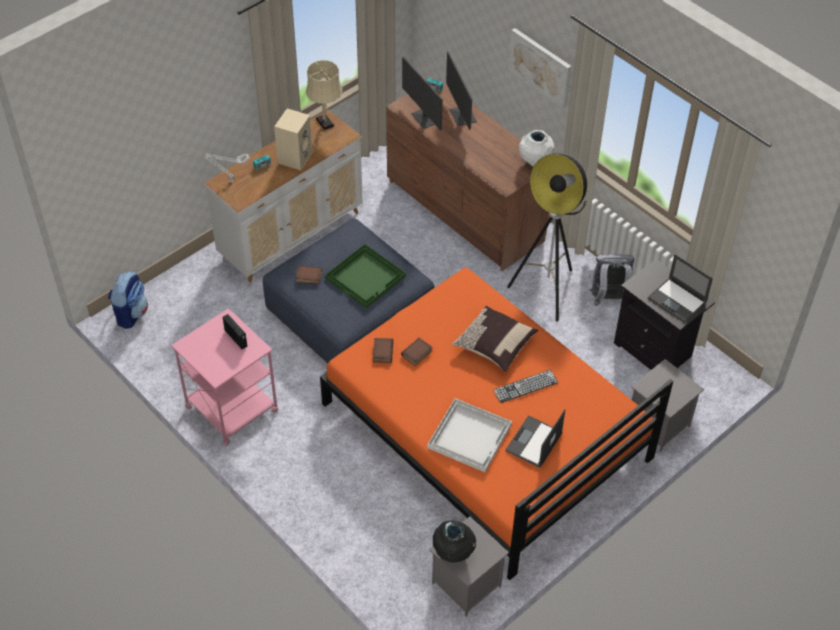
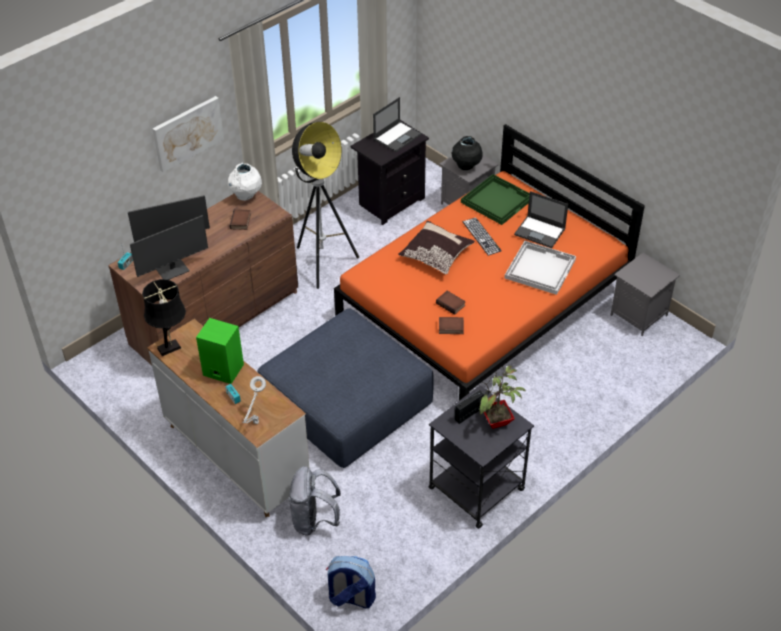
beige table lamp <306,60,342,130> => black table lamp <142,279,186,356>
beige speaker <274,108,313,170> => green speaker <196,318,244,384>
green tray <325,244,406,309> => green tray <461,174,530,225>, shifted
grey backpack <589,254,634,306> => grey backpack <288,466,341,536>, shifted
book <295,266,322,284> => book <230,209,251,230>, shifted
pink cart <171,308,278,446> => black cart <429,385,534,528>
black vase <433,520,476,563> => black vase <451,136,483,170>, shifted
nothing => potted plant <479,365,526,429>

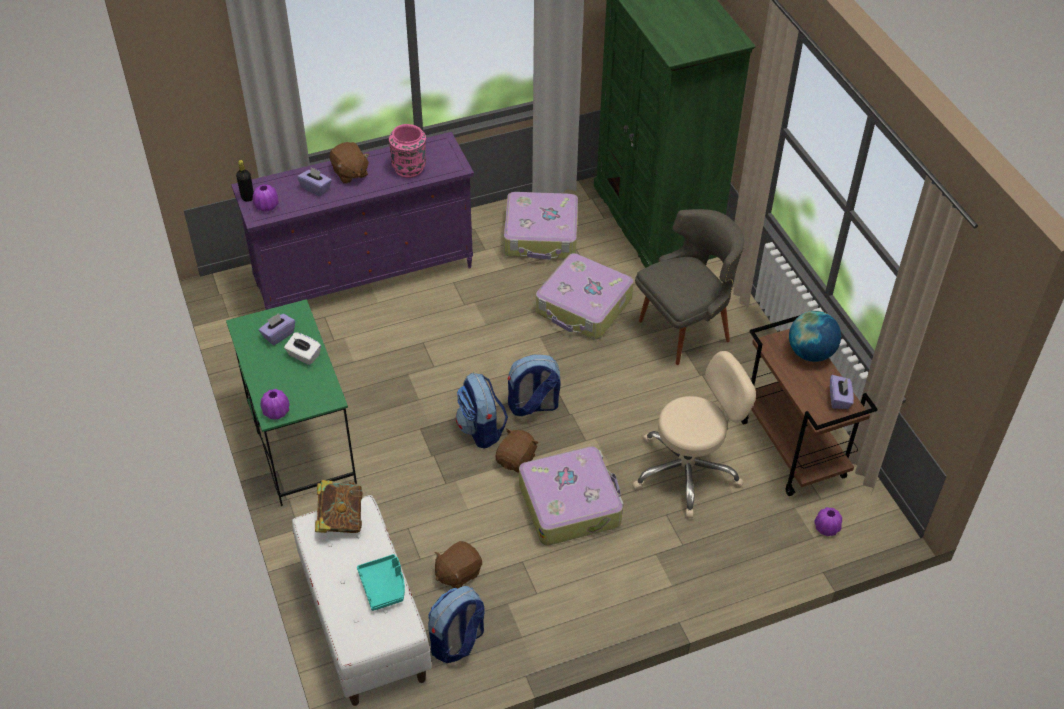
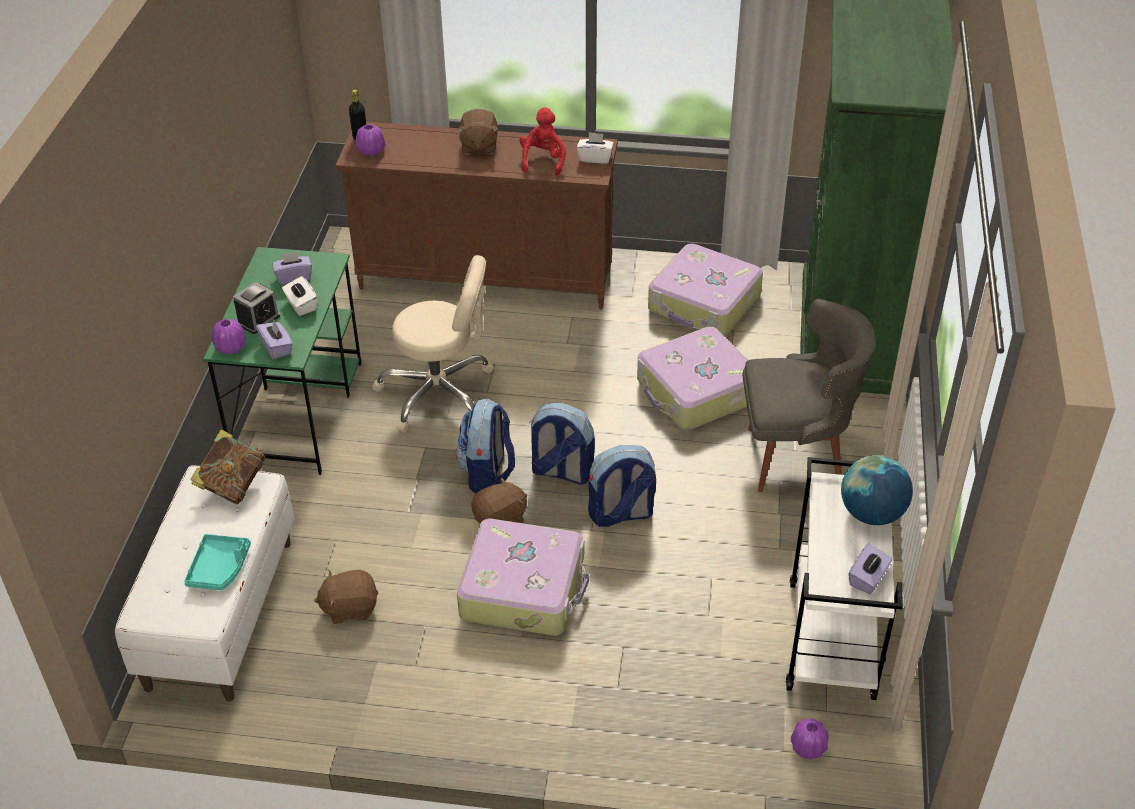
pink vase <389,124,426,178> => red plush toy <519,107,566,175>
purple dresser <231,132,474,310> => brown dresser <335,122,618,309>
purple tissue box <297,167,332,196> => purple tissue box <256,321,293,360>, shifted
brown cart <741,315,878,496> => white cart <786,457,903,700>
beige office chair <632,351,756,518> => beige office chair <372,255,494,433>, shifted
backpack <428,586,485,663> => backpack <588,445,656,527>, shifted
nothing => white tissue box <577,132,614,164>
nothing => alarm clock <233,282,280,334>

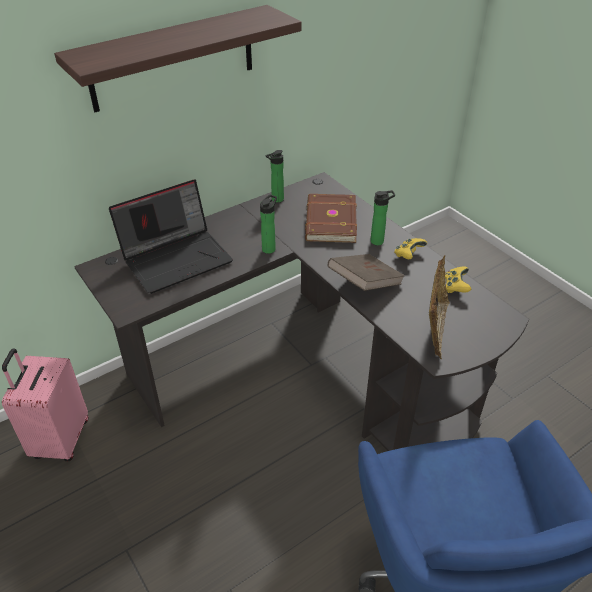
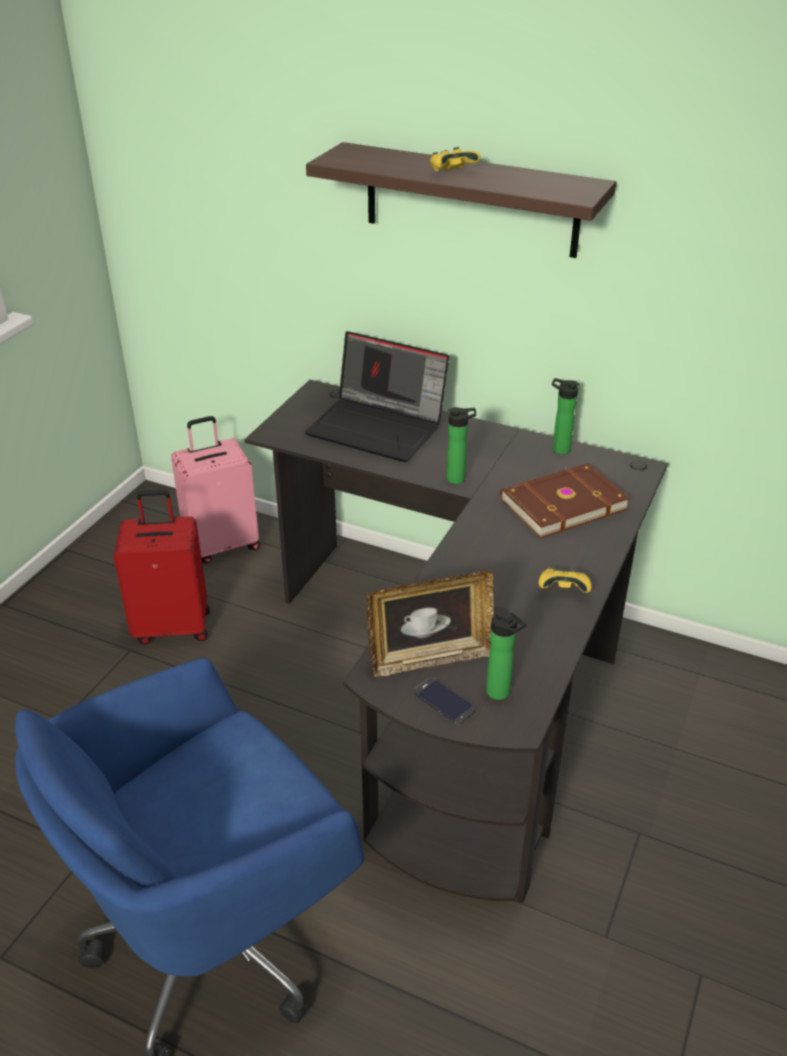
bottle <370,190,395,245> => bottle <486,607,526,700>, shifted
brown book <328,254,405,291> => nothing
yellow game controller <445,266,471,293> => yellow game controller <430,147,481,172>, shifted
nothing => red suitcase <114,490,210,644>
nothing => phone <414,678,476,724>

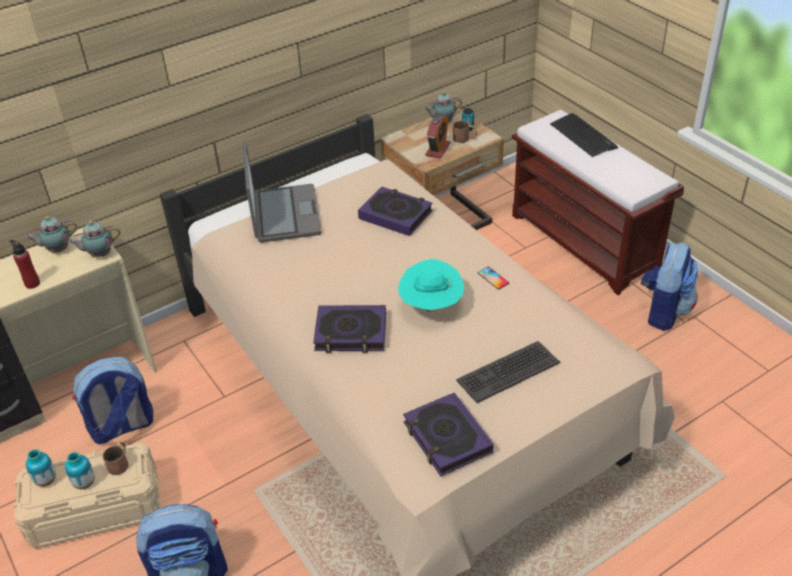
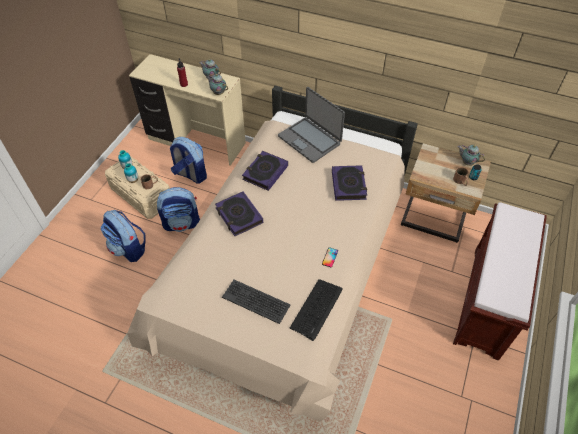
keyboard <550,113,618,157> => keyboard <290,279,343,341>, shifted
alarm clock <426,114,451,159> => nothing
laptop <243,140,322,243> => laptop <278,87,345,163>, 90 degrees clockwise
backpack <641,242,698,331> => backpack <157,187,200,232>, shifted
turquoise hat <398,259,464,311> => nothing
book <403,392,494,476> => book <242,151,288,191>, shifted

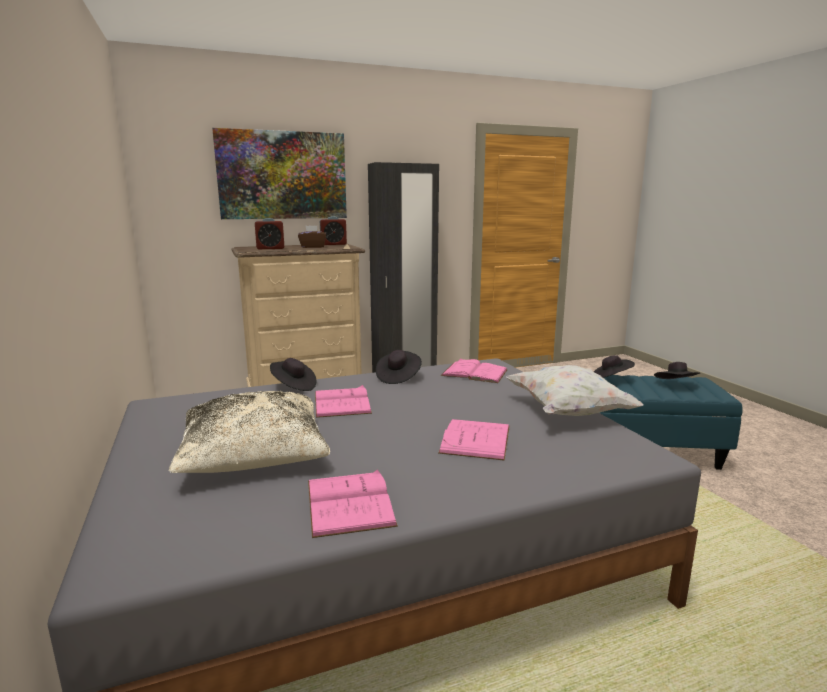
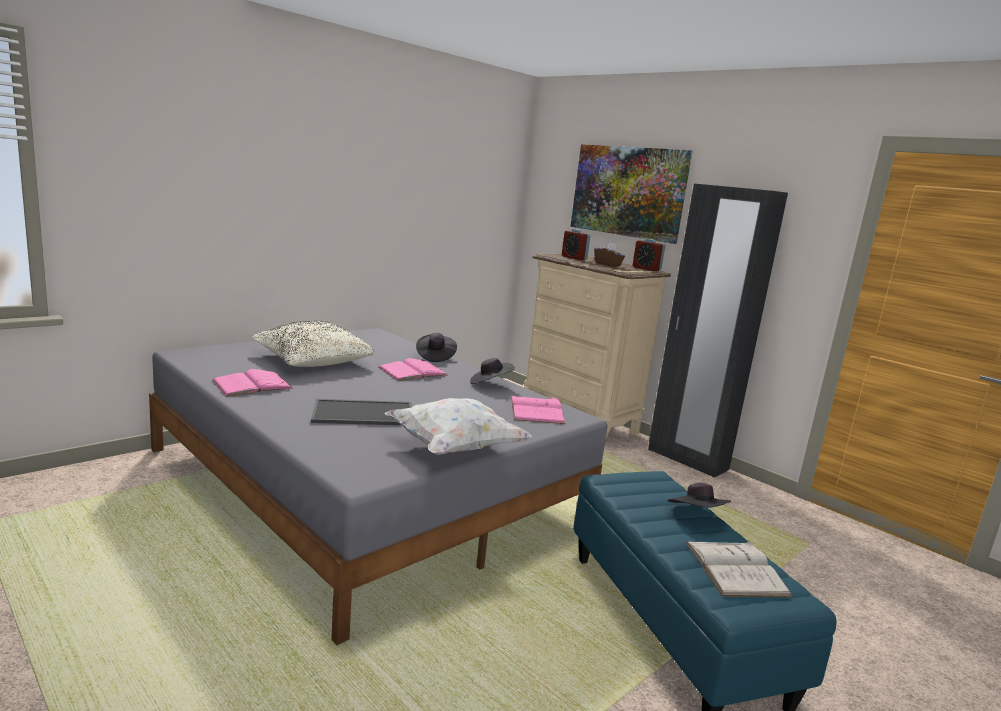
black hat <654,362,700,379> => white book <685,541,792,597>
pink book <438,419,510,461> => tray <311,399,412,425>

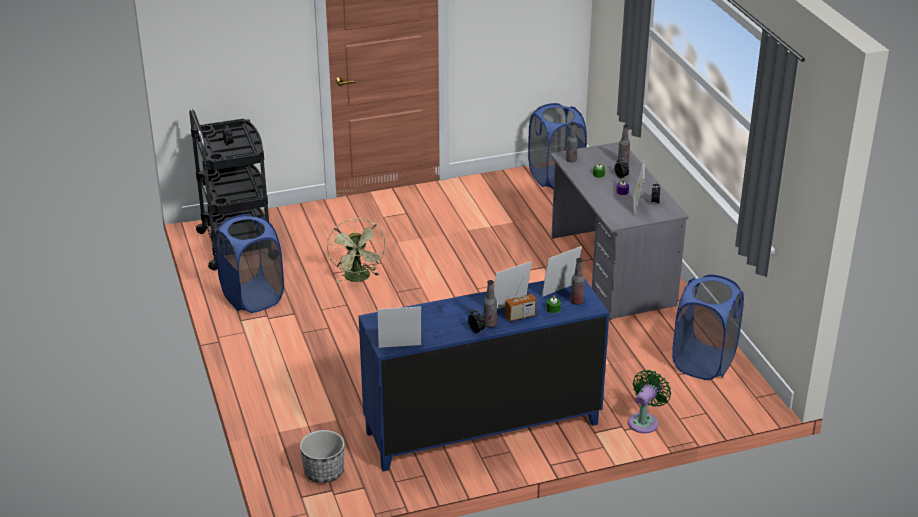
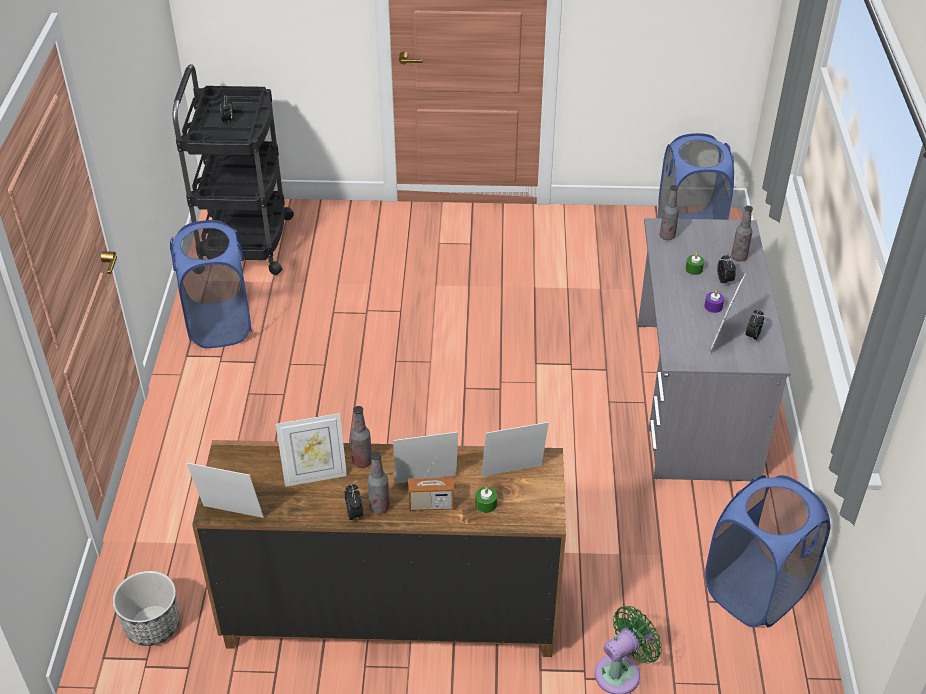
green fan <327,218,386,283> => nothing
bottle <571,258,585,305> => bottle <350,406,372,468>, shifted
blue dresser <359,279,609,472> => brown dresser <192,440,566,657>
nothing => picture frame <276,413,347,487>

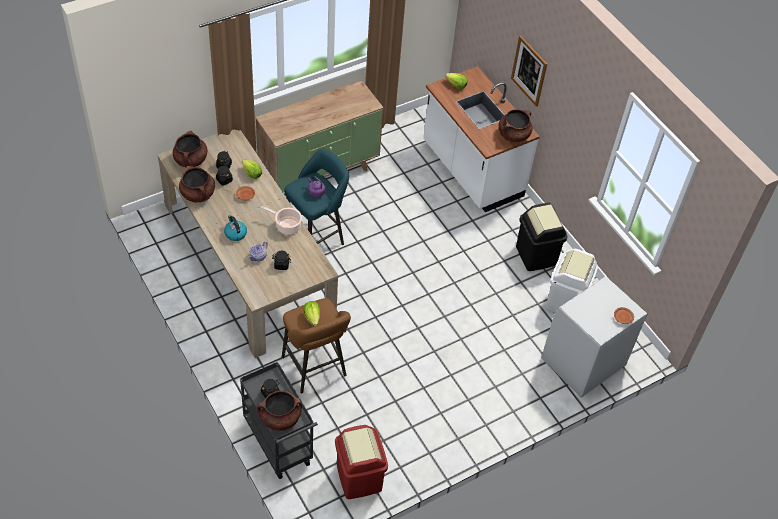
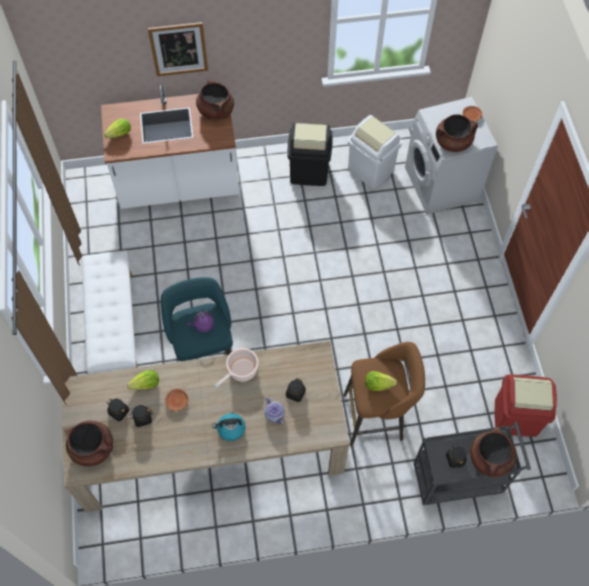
dresser <256,80,384,198> => white bench <82,250,138,374>
brown cooking pot <179,166,215,202> => brown cooking pot <436,114,478,152>, shifted

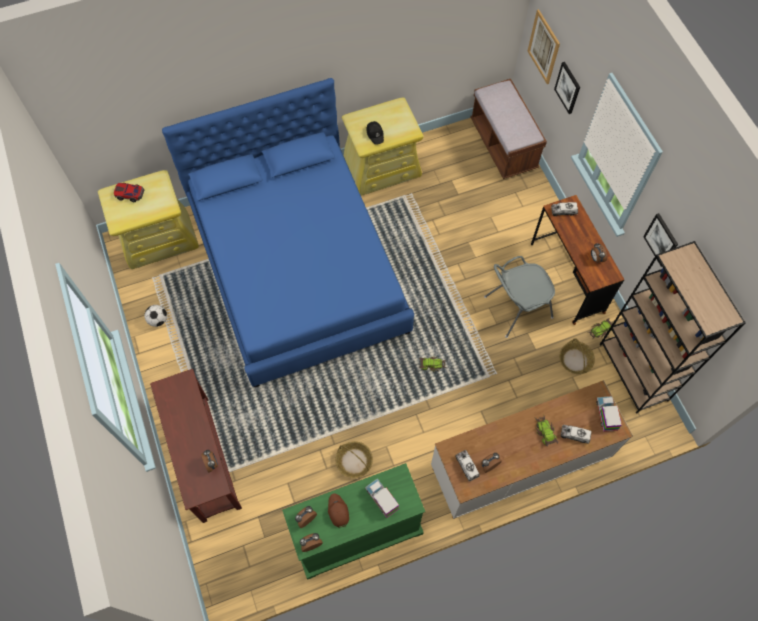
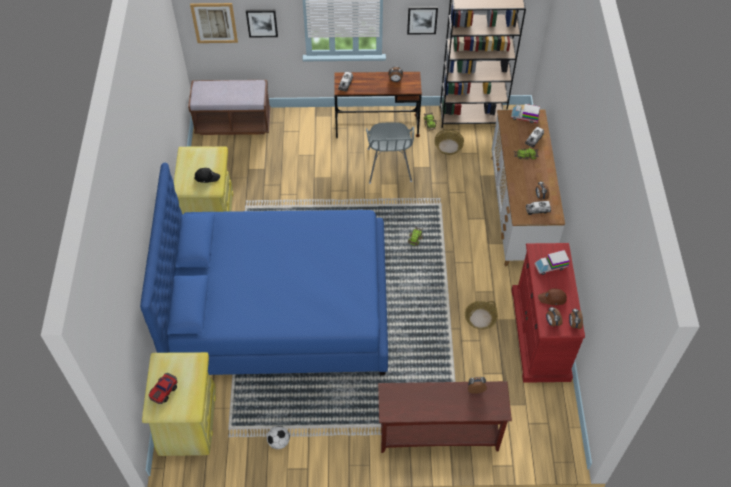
green dresser <282,463,425,580> => red dresser <512,243,585,383>

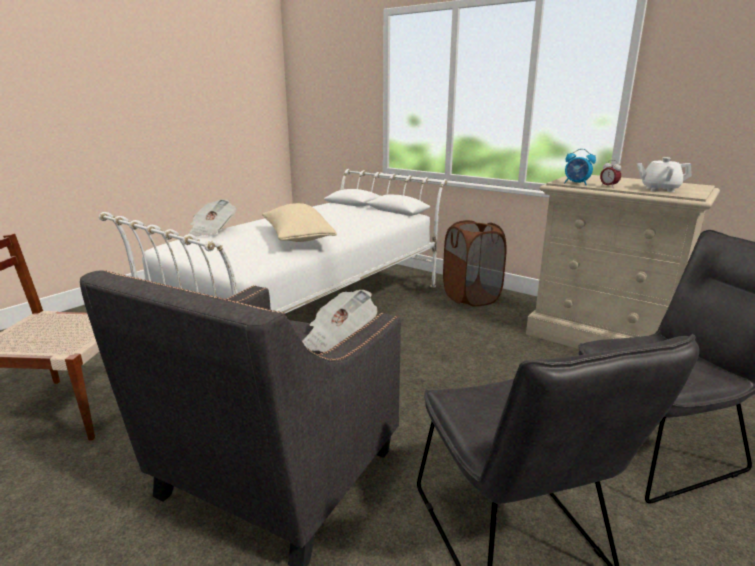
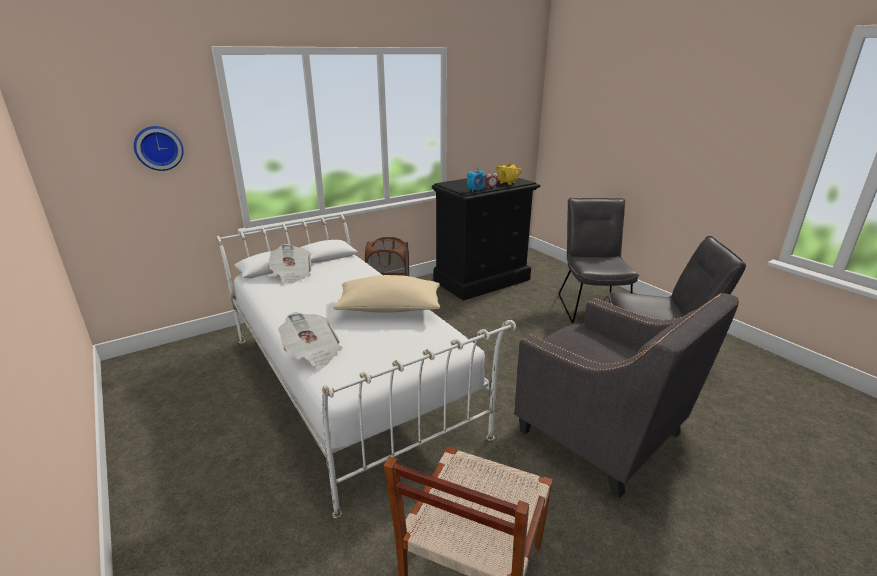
white teapot <637,157,692,192> => yellow teapot <495,163,522,185>
beige dresser <526,175,720,349> => black dresser <432,174,540,301>
newspaper <302,290,378,352> => newspaper <268,244,311,284>, shifted
nothing => wall clock <134,126,183,171>

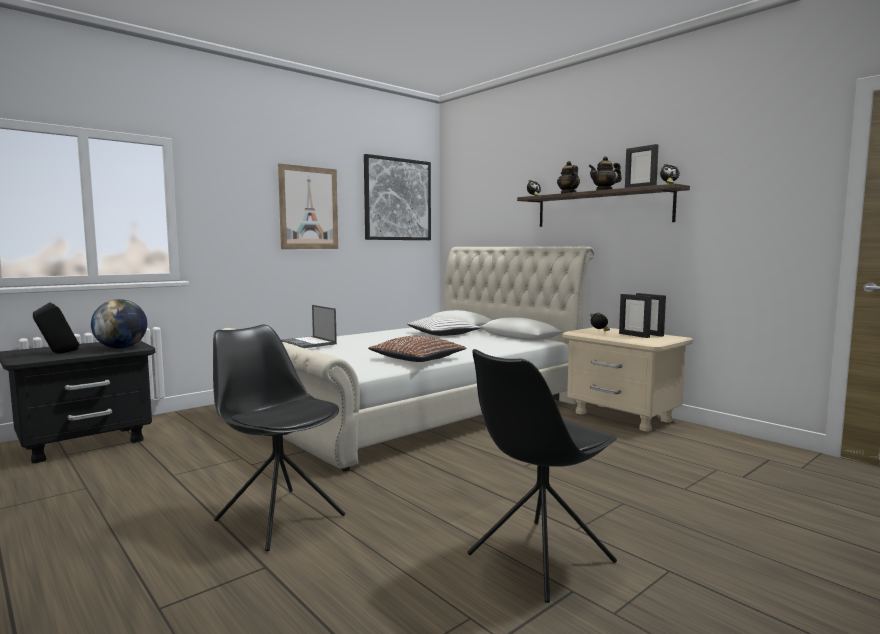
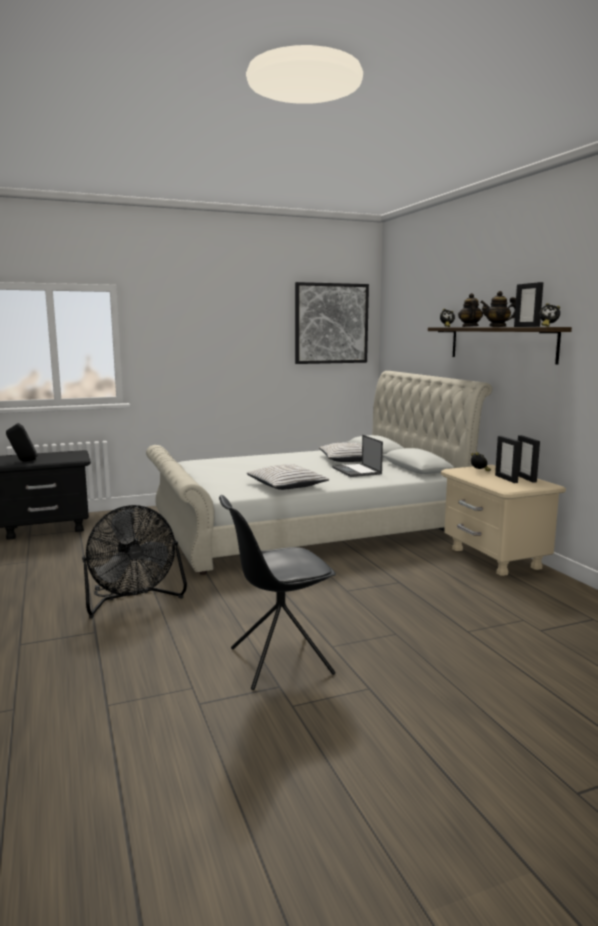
picture <278,164,338,249> => nothing
globe <91,299,147,349> => nothing
laptop <281,305,337,348> => laptop <332,435,383,477>, shifted
black chair <213,325,345,552> => black fan <82,505,187,618>
brown pillow <368,336,466,362> => white pillow <246,464,329,490>

